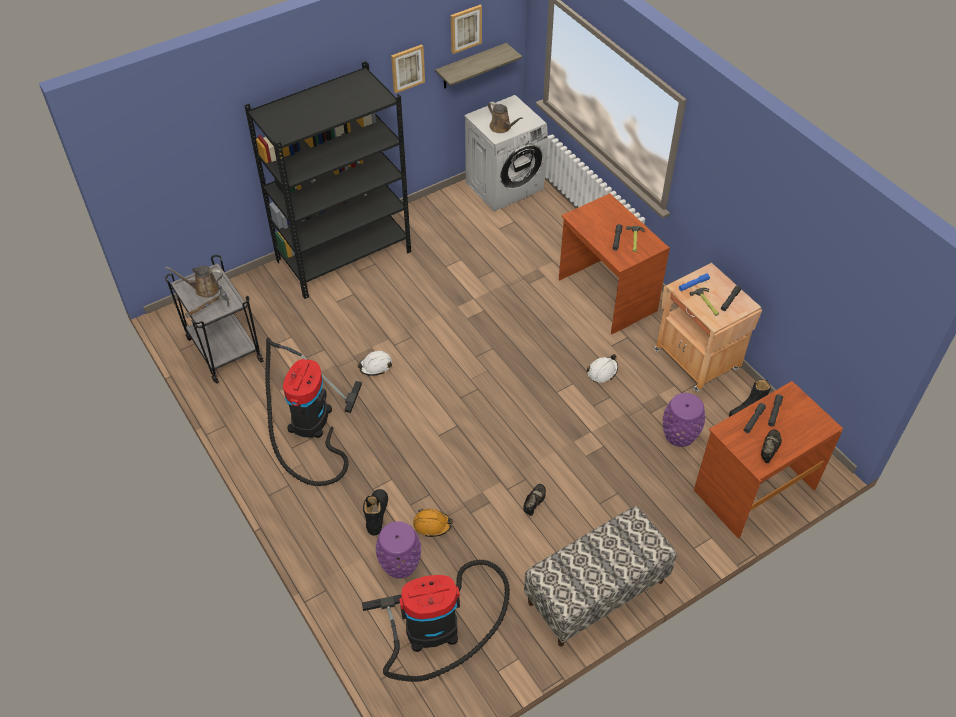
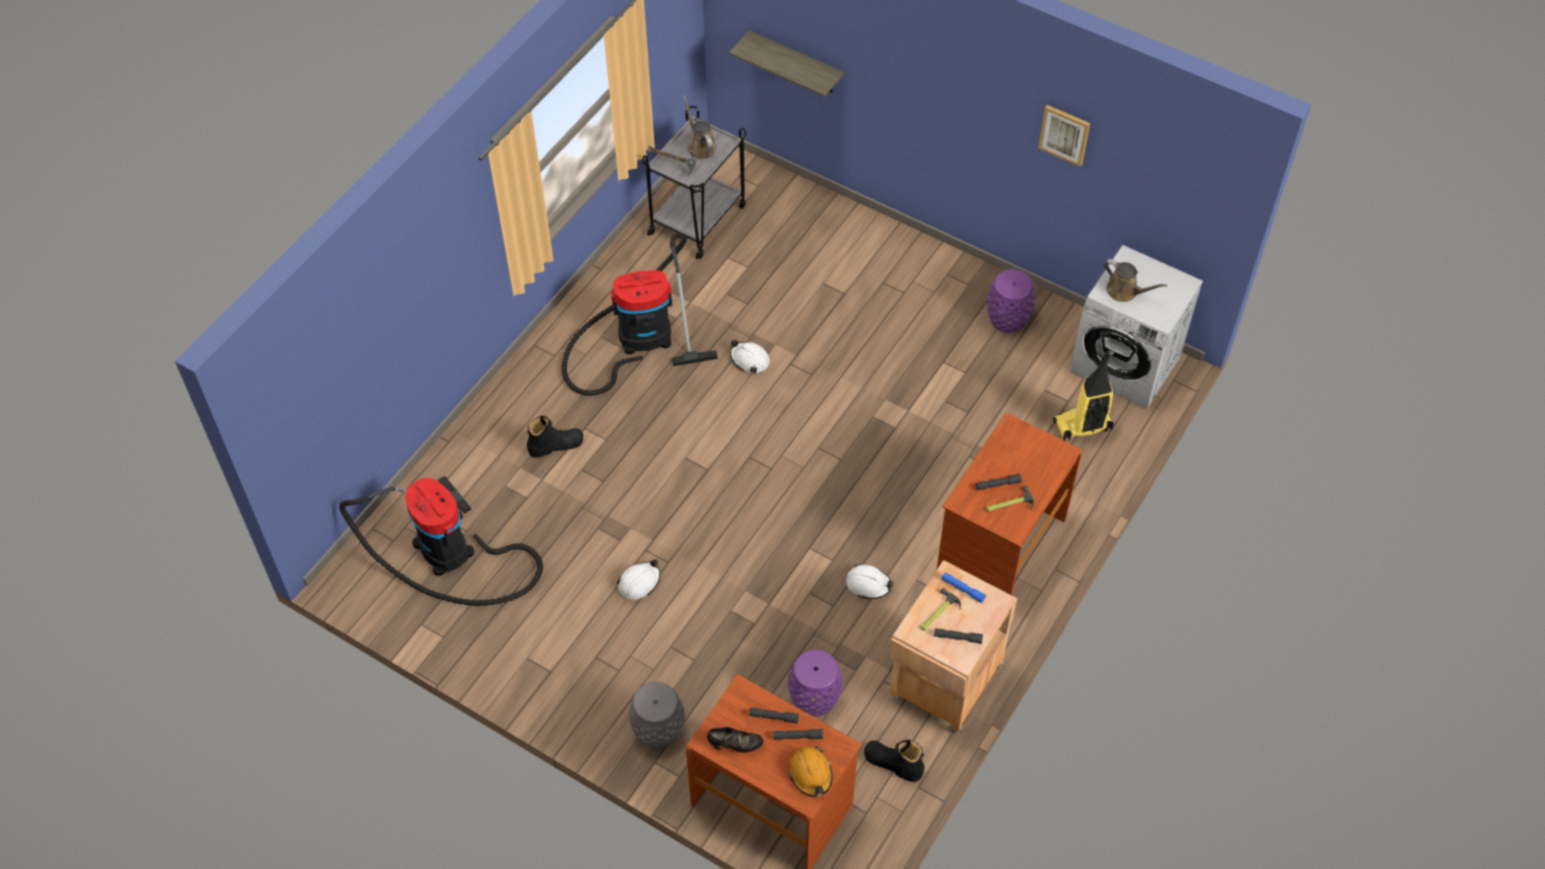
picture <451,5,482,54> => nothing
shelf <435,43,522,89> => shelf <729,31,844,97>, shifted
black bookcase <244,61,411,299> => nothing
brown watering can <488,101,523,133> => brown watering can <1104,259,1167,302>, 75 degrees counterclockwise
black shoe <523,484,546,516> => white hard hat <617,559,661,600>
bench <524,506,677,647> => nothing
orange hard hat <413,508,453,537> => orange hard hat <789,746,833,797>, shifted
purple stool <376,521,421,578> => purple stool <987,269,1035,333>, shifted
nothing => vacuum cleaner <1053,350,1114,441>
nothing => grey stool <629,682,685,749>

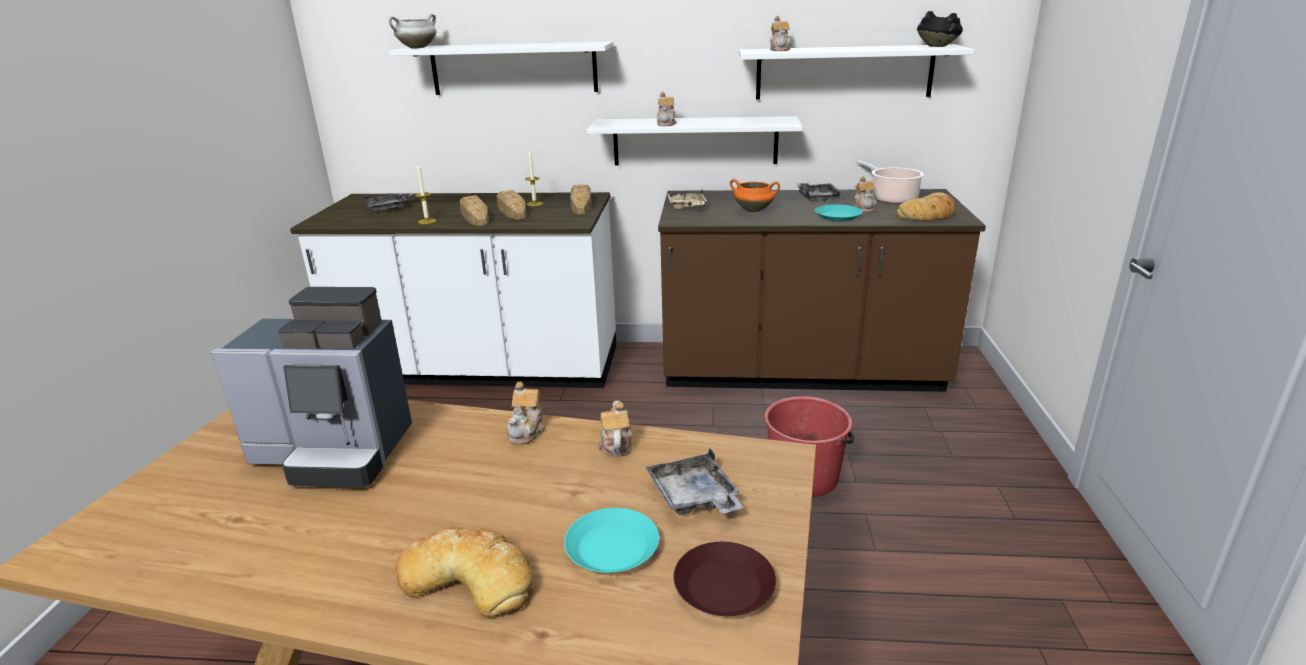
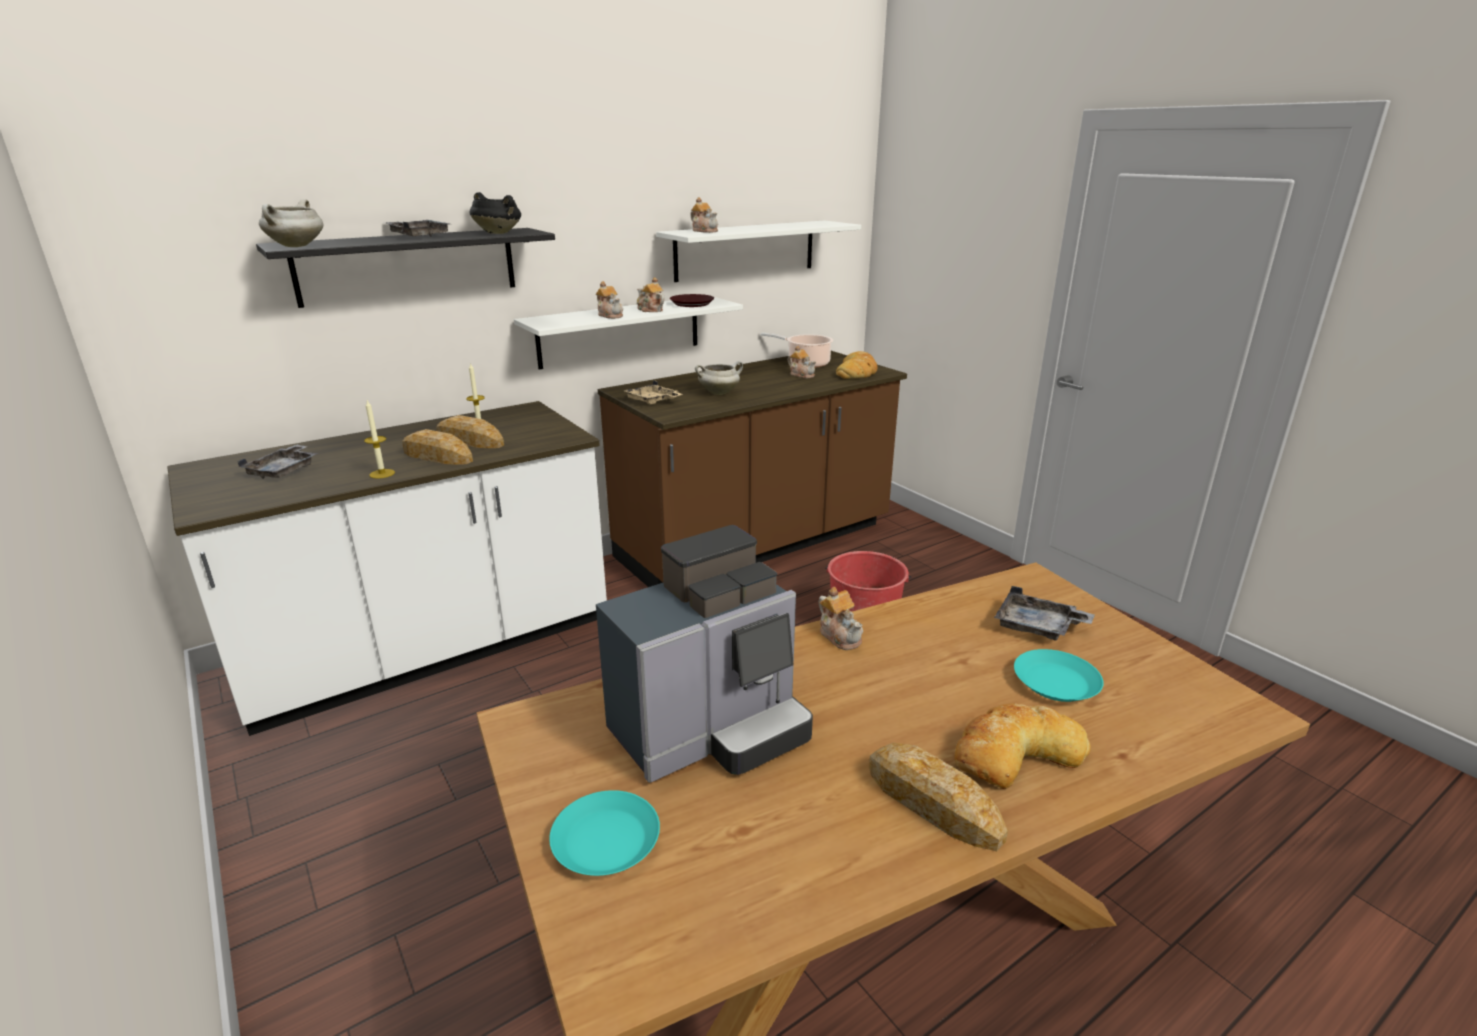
black cooking pot <917,11,963,47> => black cooking pot <470,192,521,234>, shifted
white shelf <389,41,613,95> => black shelf <256,228,555,308>
orange cooking pot <730,179,780,212> => white cooking pot <695,361,743,395>
grey tray <797,183,843,202> => grey tray <384,220,450,237>, shifted
bread <570,184,591,214> => bread <869,743,1008,851>, shifted
turquoise plate <815,204,863,222> => turquoise plate <549,790,660,876>, shifted
teapot <598,400,632,457> => teapot <637,277,665,312>, shifted
brown plate <674,542,776,616> => brown plate <670,294,714,307>, shifted

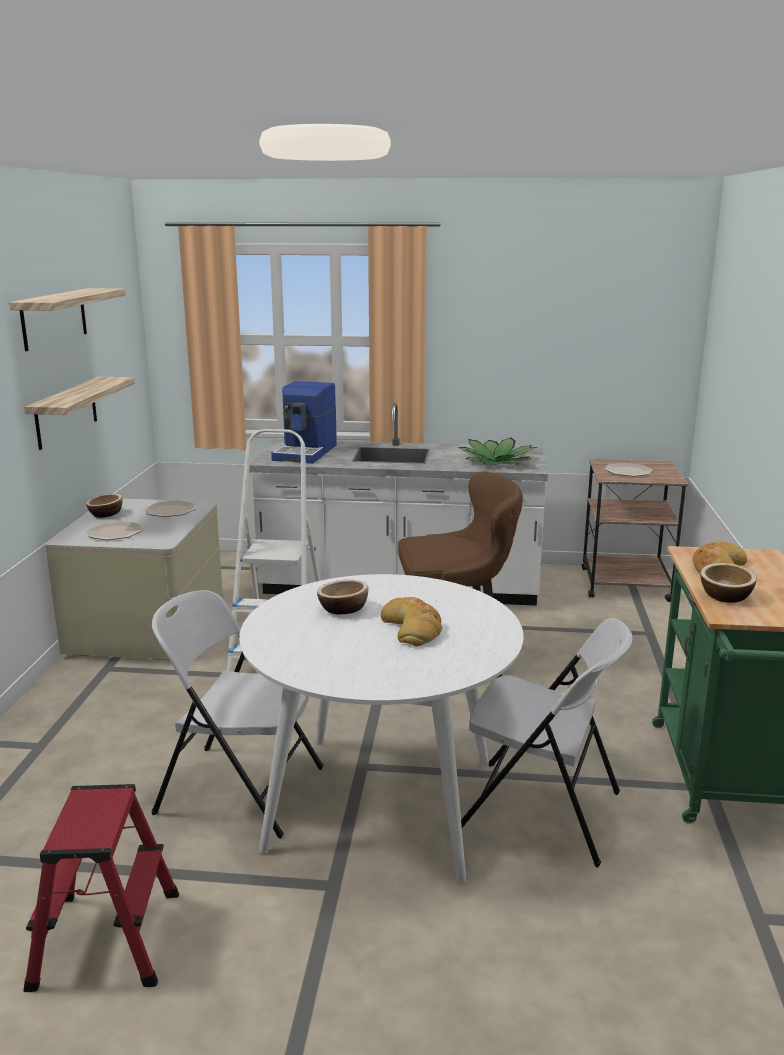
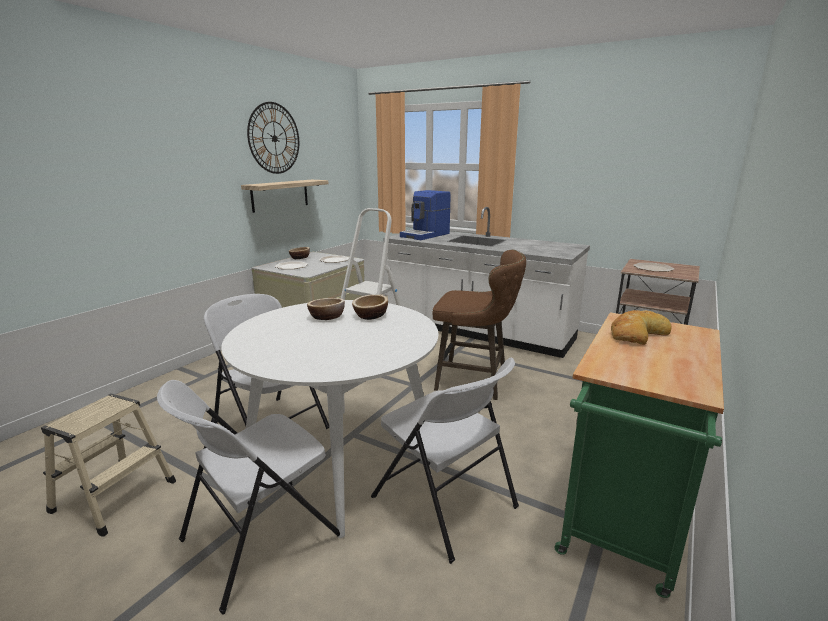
shelf <9,288,126,351> => wall clock <247,102,299,174>
potted plant <458,437,537,465> => nothing
bowl <700,563,757,603> => bowl <352,294,388,320>, shifted
bread <381,597,442,646> => nothing
red step ladder <23,784,179,992> => beige step ladder <41,393,176,537>
nothing => white chair <157,380,340,615>

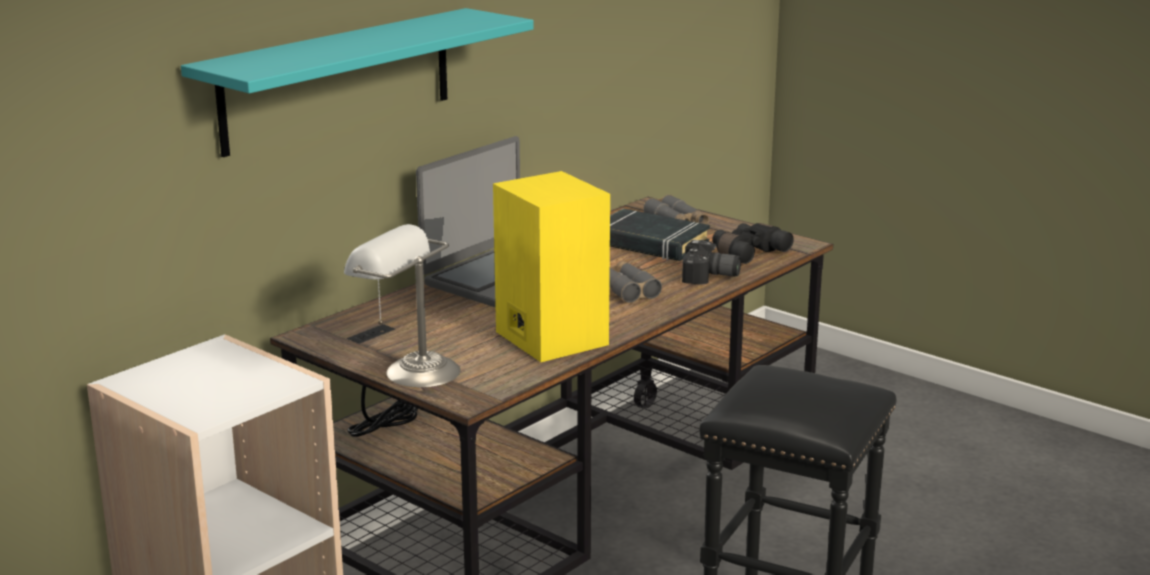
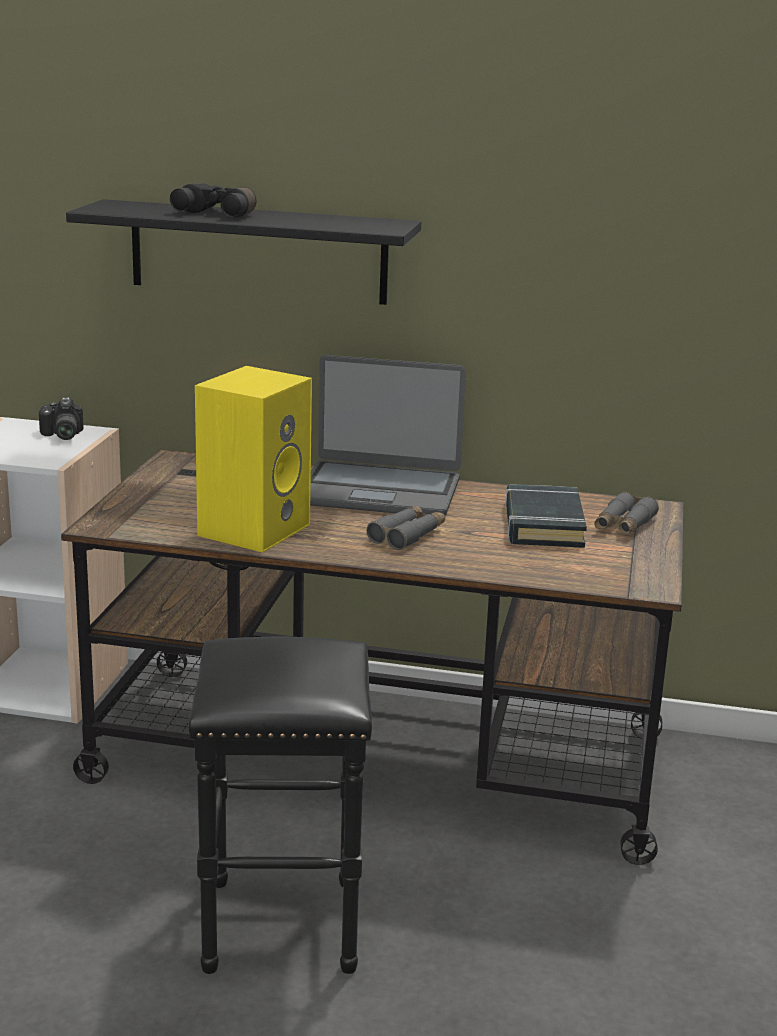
turquoise shelf <181,8,534,157> => black shelf <66,199,421,305>
black binoculars <712,223,794,264> => black binoculars <170,183,256,217>, shifted
white table lamp <344,224,461,387> => nothing
photo camera <682,240,741,285> => photo camera <39,398,84,440>, shifted

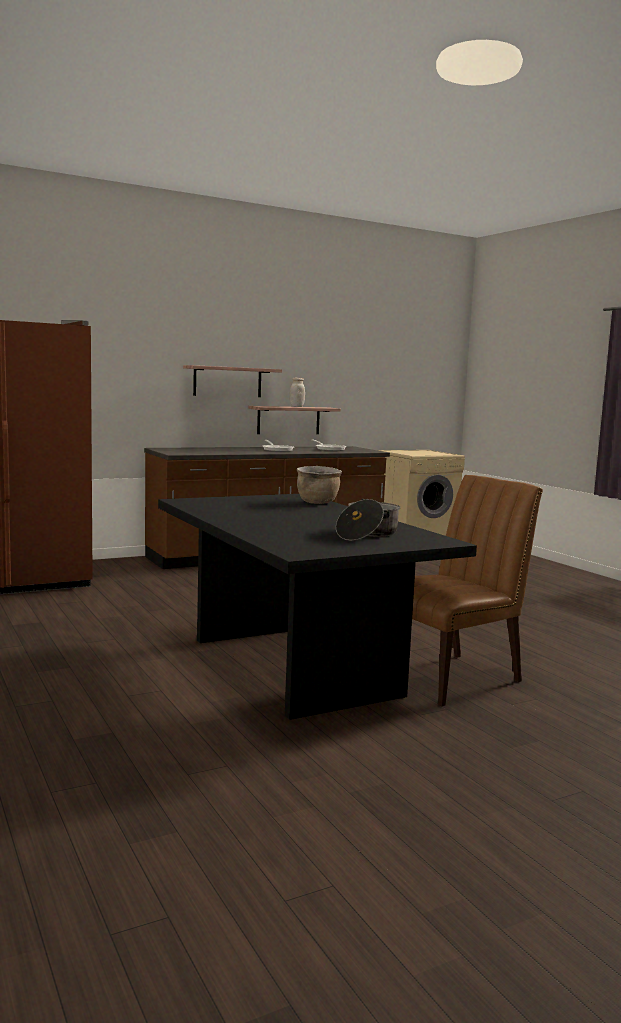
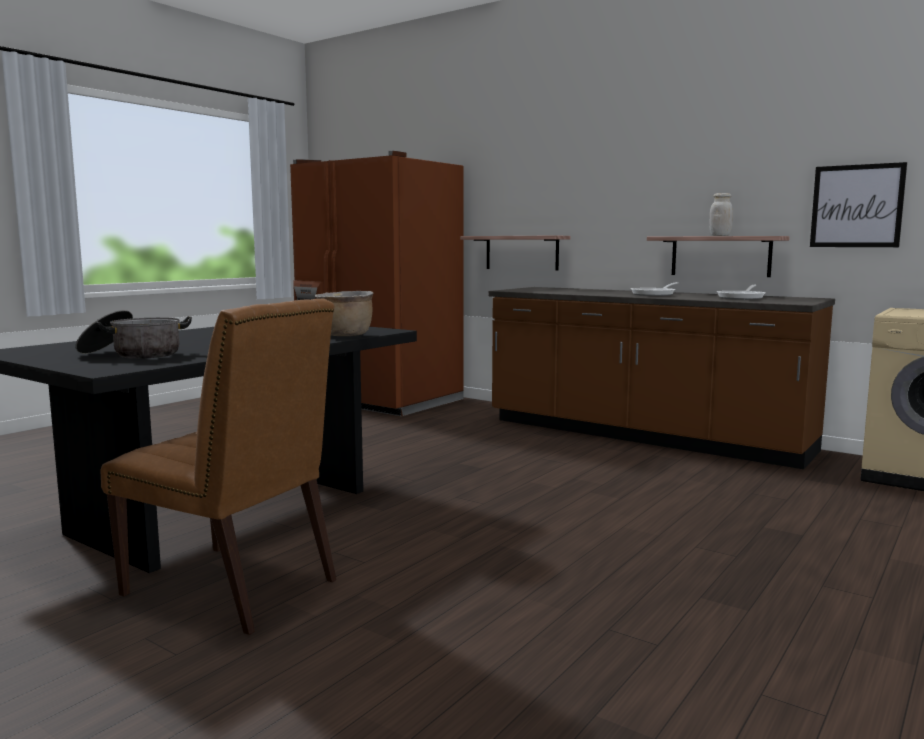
shelf <183,365,282,397> => shelf <460,236,571,271>, shifted
nothing => picture <810,162,907,247>

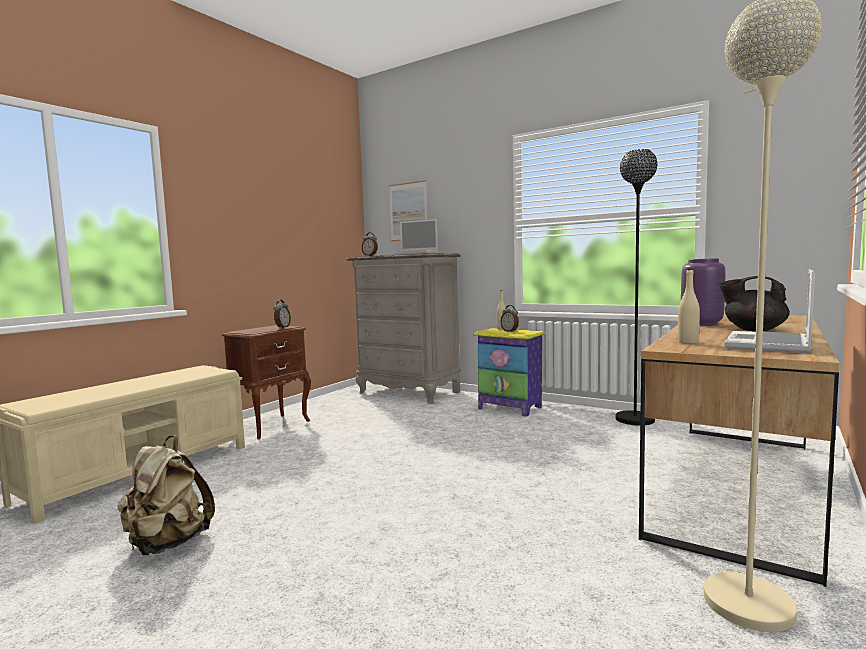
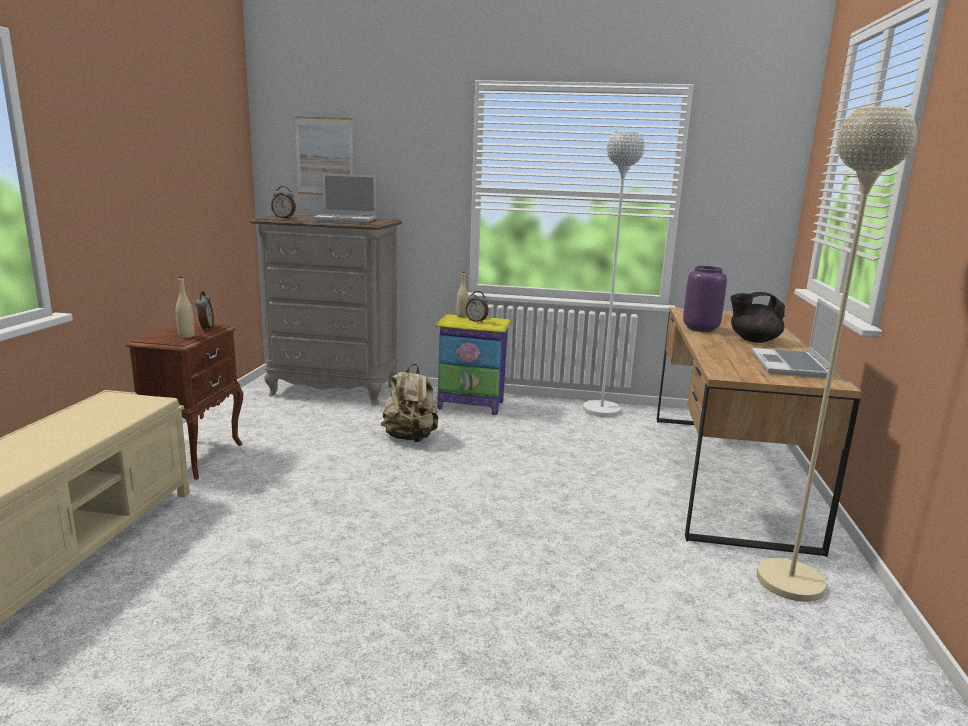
black floor lamp <616,149,657,426> => white floor lamp <583,130,645,417>
beige bottle <678,269,700,344> => beige bottle <176,276,195,338>, shifted
beige backpack <117,435,215,555> => beige backpack <381,364,438,442>, shifted

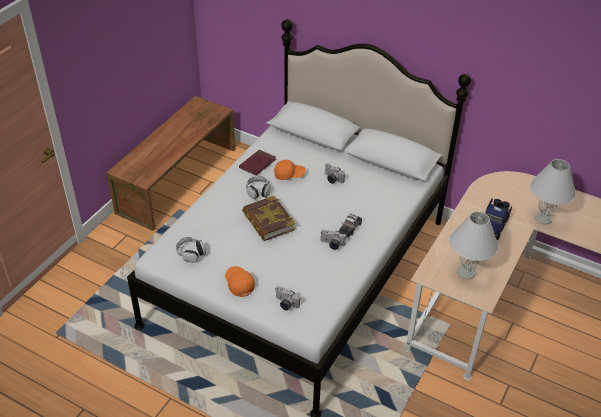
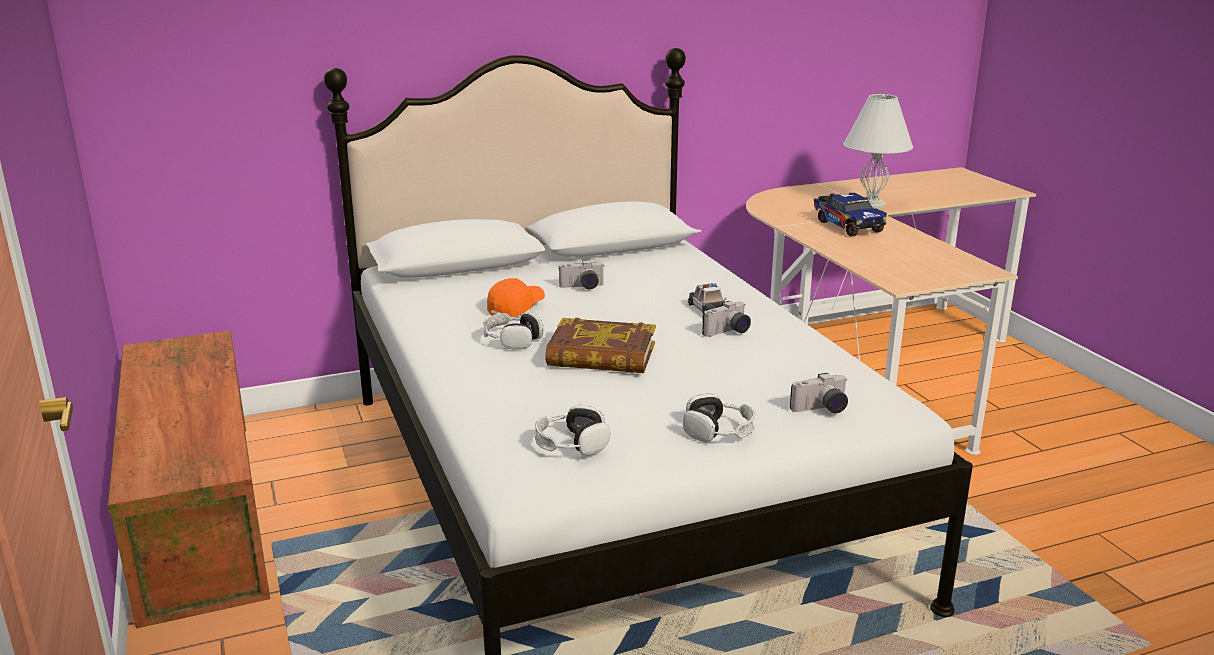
red book <239,150,276,176> => nothing
white table lamp <449,211,498,279> => nothing
orange cap <225,266,255,297> => headphones <682,394,755,442>

